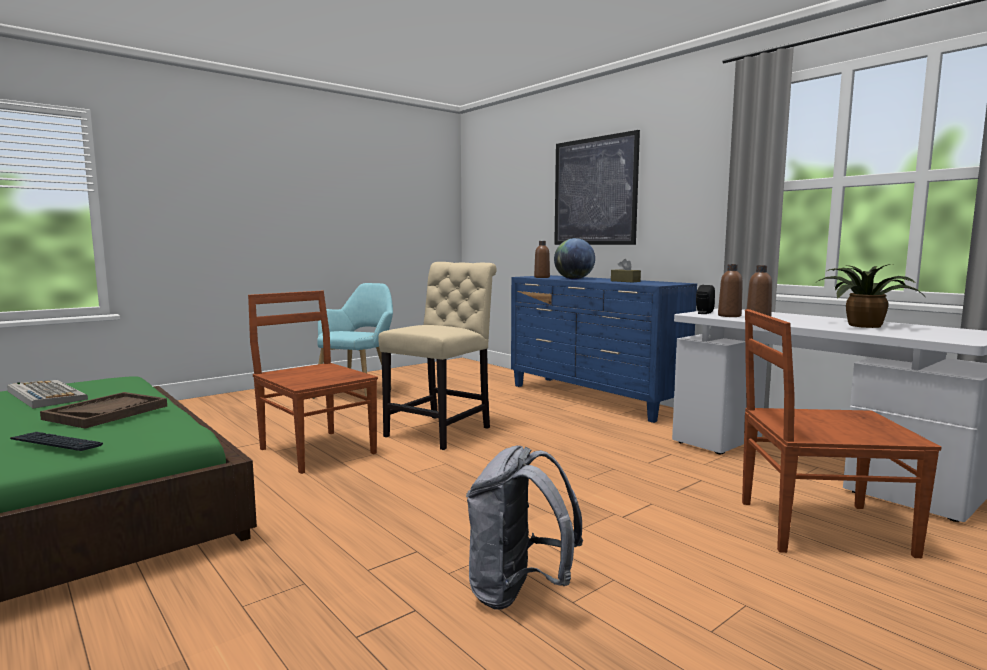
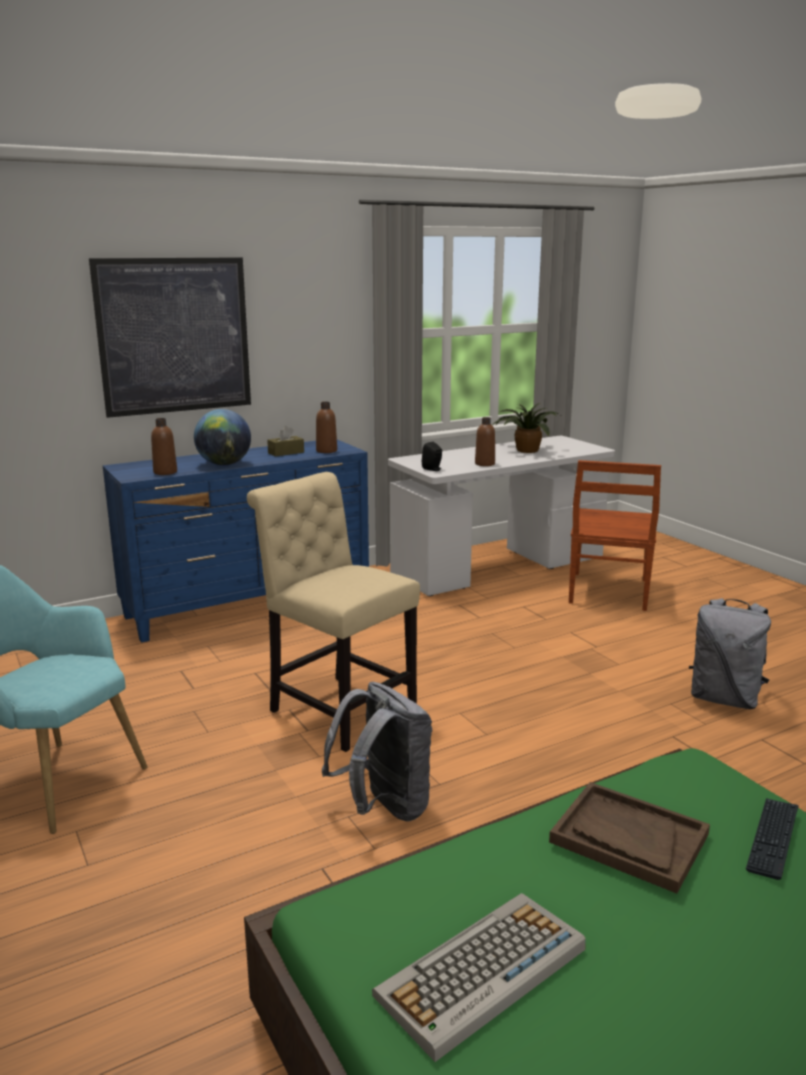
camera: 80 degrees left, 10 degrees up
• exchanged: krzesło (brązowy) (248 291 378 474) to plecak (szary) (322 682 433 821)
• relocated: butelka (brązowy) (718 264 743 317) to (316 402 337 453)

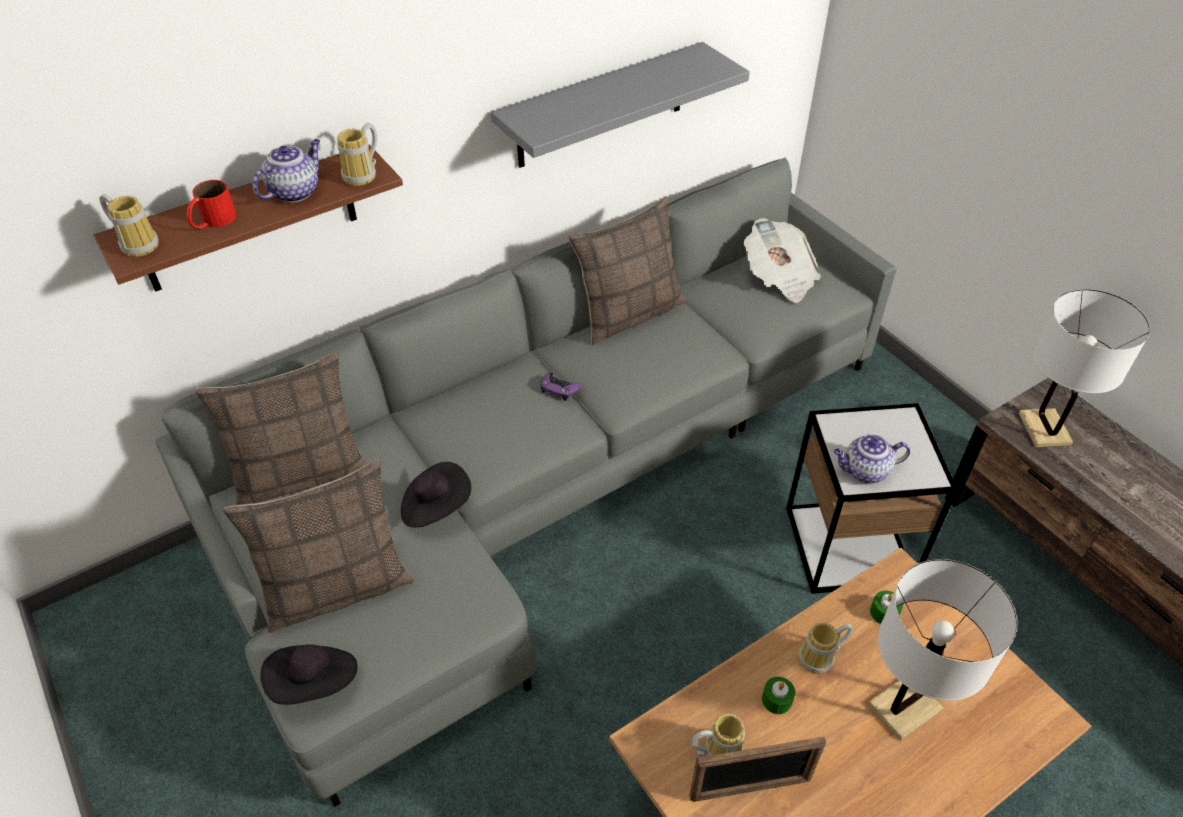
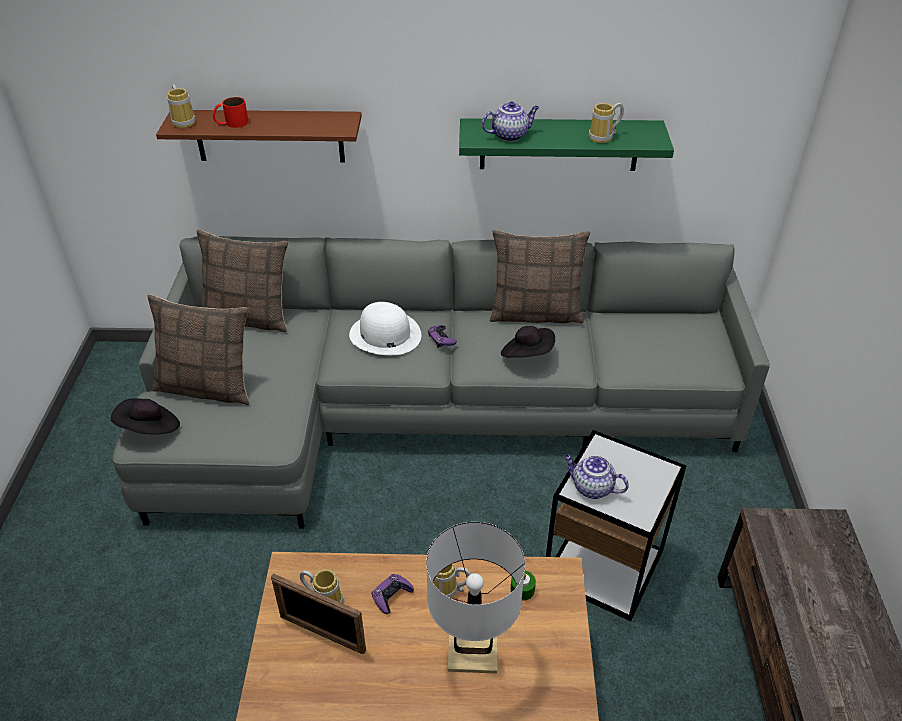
camera: 35 degrees right, 5 degrees down
• relocated: imbryk (253 139 320 202) to (482 101 539 142)
• relocated: kubek (337 123 377 186) to (589 103 624 143)
• relocated: kapelusz (czarny) (401 462 471 527) to (501 326 555 358)
• colour: półka (szary) (491 42 750 168) to półka (zielony) (459 118 674 171)
• missing: gazeta (744 218 821 303)
• exchanged: świeca (zielony) (762 677 795 714) to pad do gier (fioletowy) (372 574 414 614)
• missing: lampa stołowa (biały) (1019 289 1150 447)
• appeared: kapelusz (biały) (349 302 421 355)

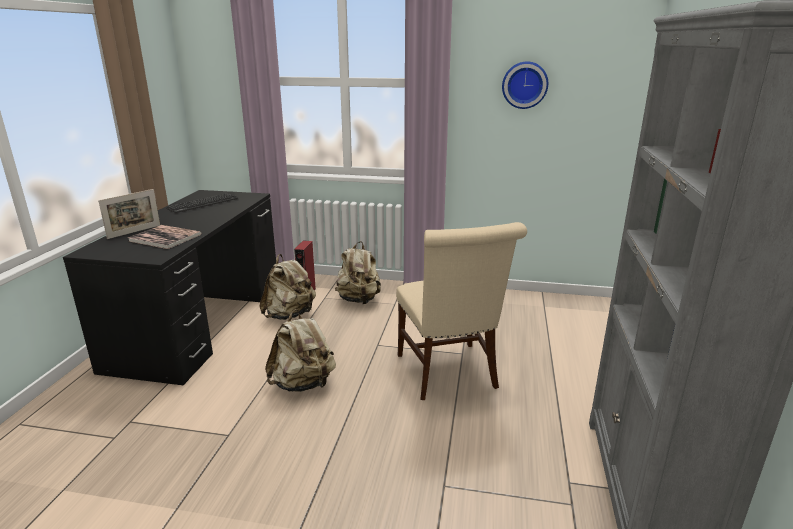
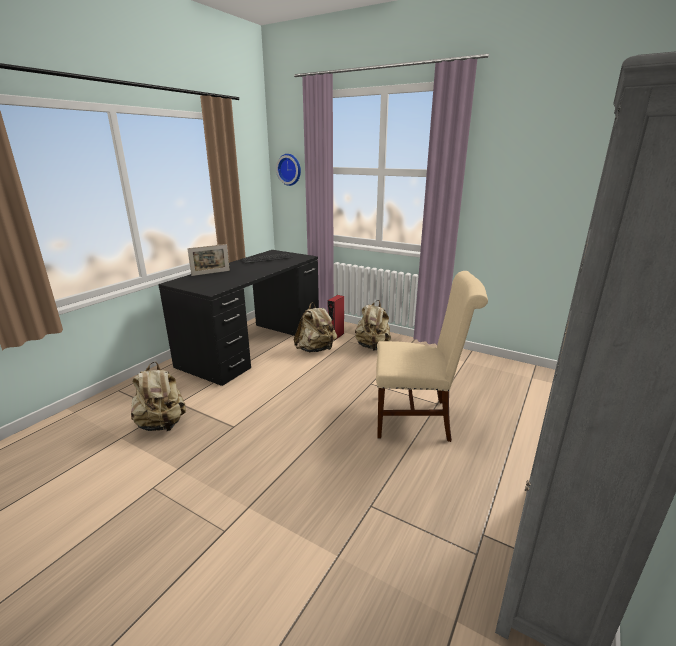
camera: 20 degrees right, 0 degrees up
• missing: książka (128 225 202 249)
• relocated: plecak (beżowy) (265 309 336 392) to (131 361 186 431)
• spun: krzesło (beżowy) (396 222 527 400) = (376 271 488 442) 90 degrees counterclockwise
• relocated: zegar ścienny (502 61 548 109) to (276 154 301 186)

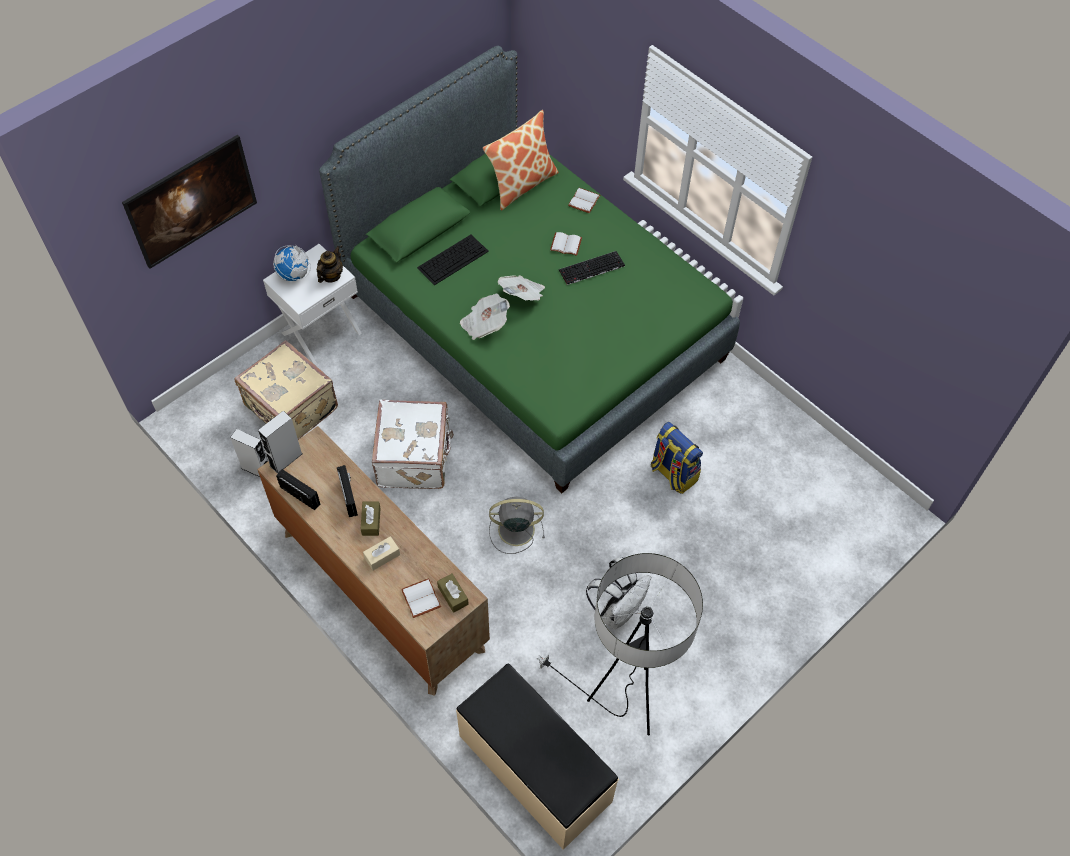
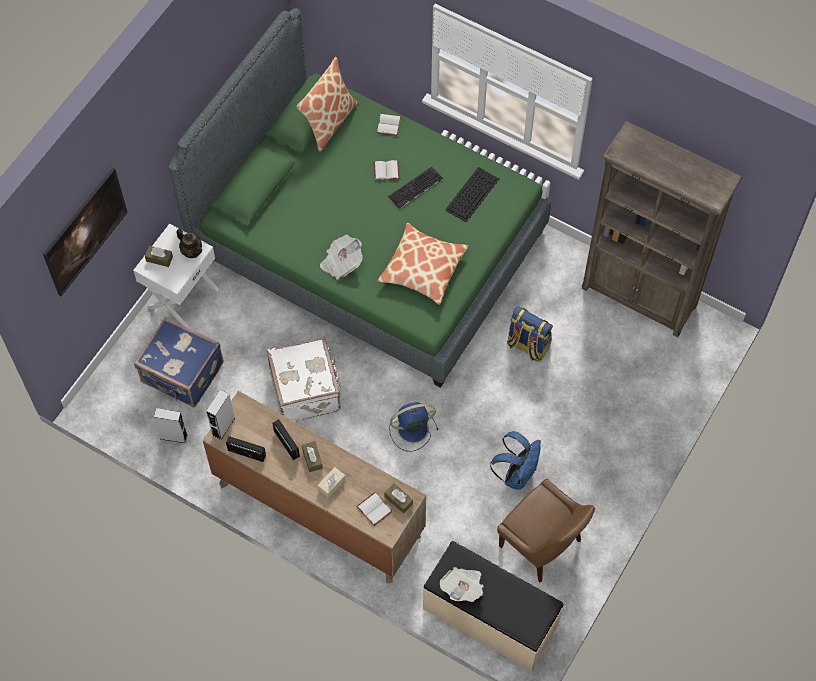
camera: 15 degrees left, 5 degrees up
• colour: walizka (beżowy) (235 340 338 440) to walizka (niebieski) (134 317 224 408)
• exchanged: globus (273 245 311 281) to pudełko chusteczek (brązowy) (145 246 173 267)
• spun: imbryk (317 246 343 283) = (177 229 202 258) 120 degrees clockwise
• relocated: klawiatura (417 235 489 285) to (445 167 499 222)
• colour: wentylator (szary) (489 496 545 554) to wentylator (niebieski) (389 402 439 452)
• relocated: gazeta (498 275 545 301) to (440 567 484 602)
• exchanged: lampa stojąca (537 553 703 736) to krzesło (brązowy) (497 479 595 582)
• colour: plecak (biały) (586 557 652 629) to plecak (niebieski) (490 431 541 490)
• appeared: poduszka (377 223 469 305)
• appeared: regał (brązowy) (582 121 742 337)

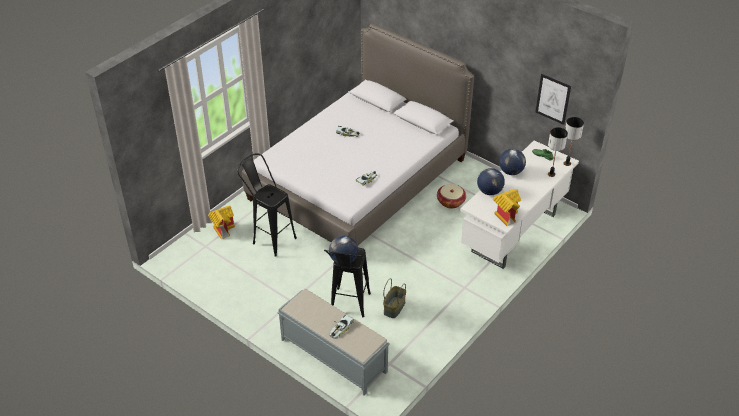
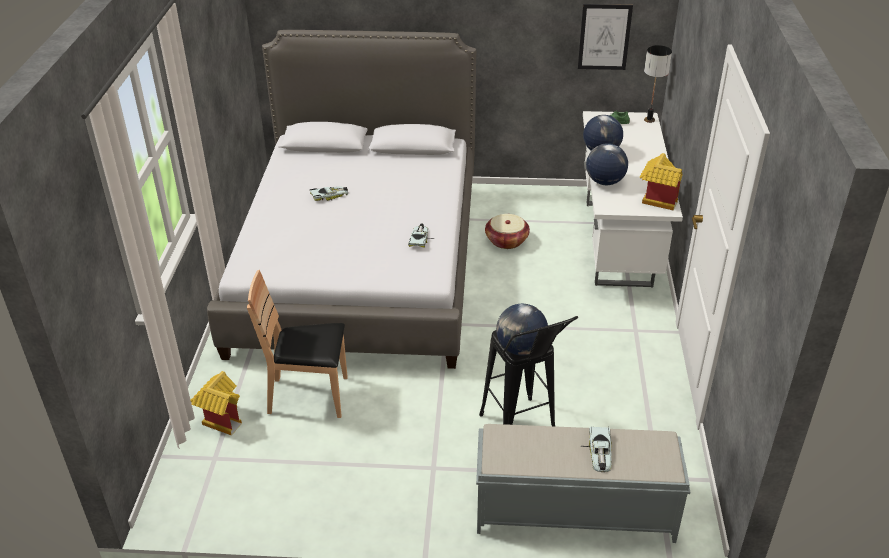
camera: 35 degrees left, 5 degrees down
• exchanged: stołek (czarny) (237 153 297 257) to krzesło (brązowy) (247 270 348 418)
• missing: koszyk (383 278 406 318)
• missing: lampa stołowa (548 127 568 177)

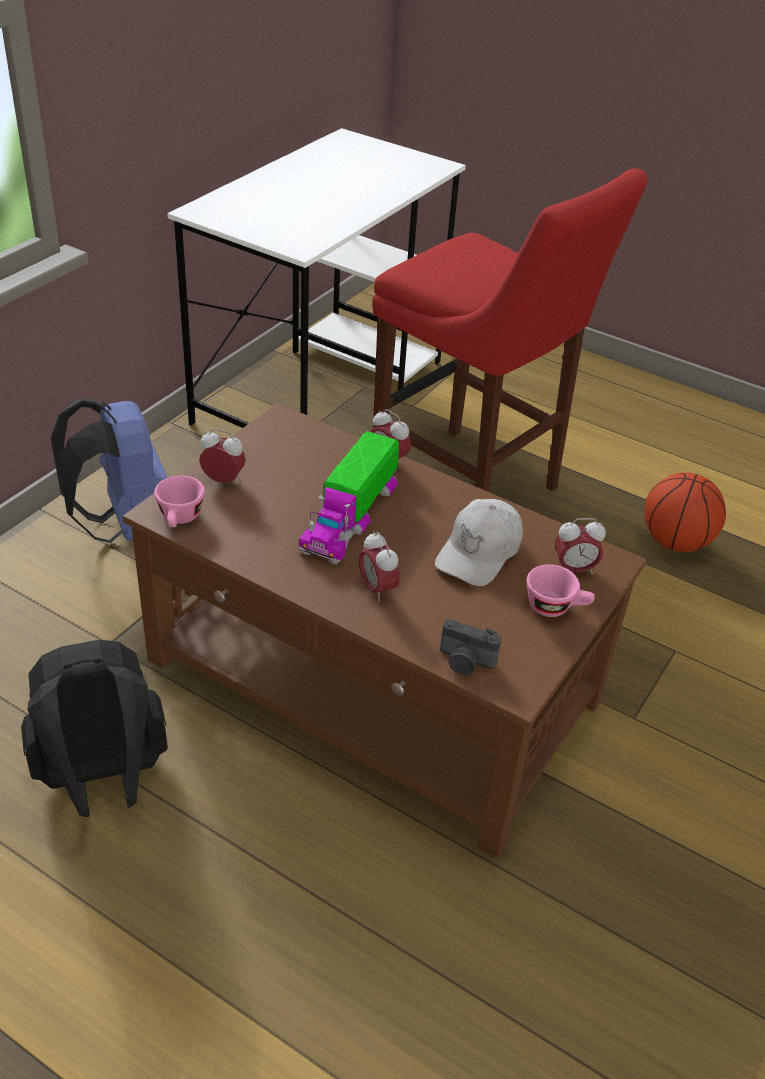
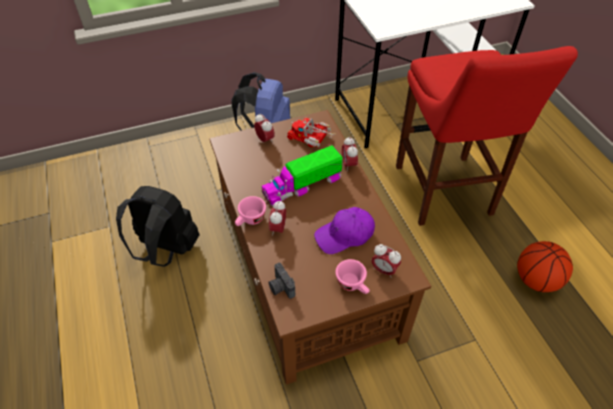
camera: 40 degrees right, 10 degrees up
• relocated: filiżanka (różowy) (154 476 205 527) to (235 196 266 226)
• colour: czapka z daszkiem (biały) (435 499 523 586) to czapka z daszkiem (fioletowy) (314 207 375 254)
• appeared: ciężarówka zabawkowa (287 118 335 147)

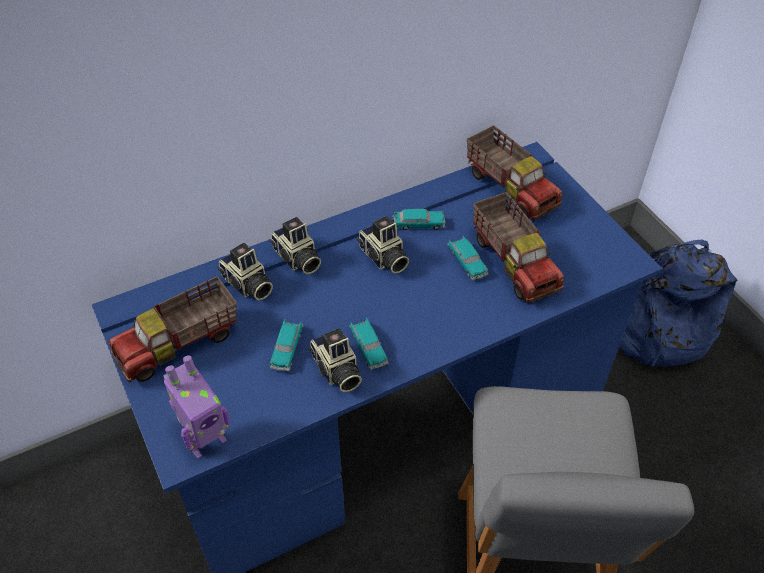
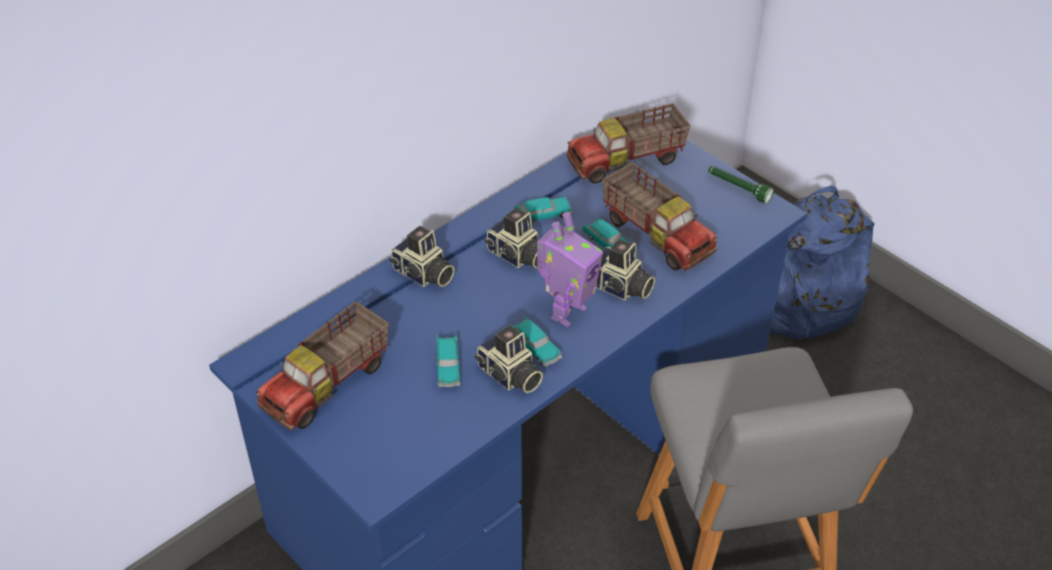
camera: 15 degrees left, 5 degrees down
• relocated: robot zabawkowy (163 356 230 459) to (537 212 603 327)
• relocated: aparat fotograficzny (218 243 273 300) to (596 239 655 300)
• spun: ciężarówka zabawkowa (467 125 563 220) = (567 103 691 184) 120 degrees clockwise
• appeared: latarka (zielony) (708 166 774 204)

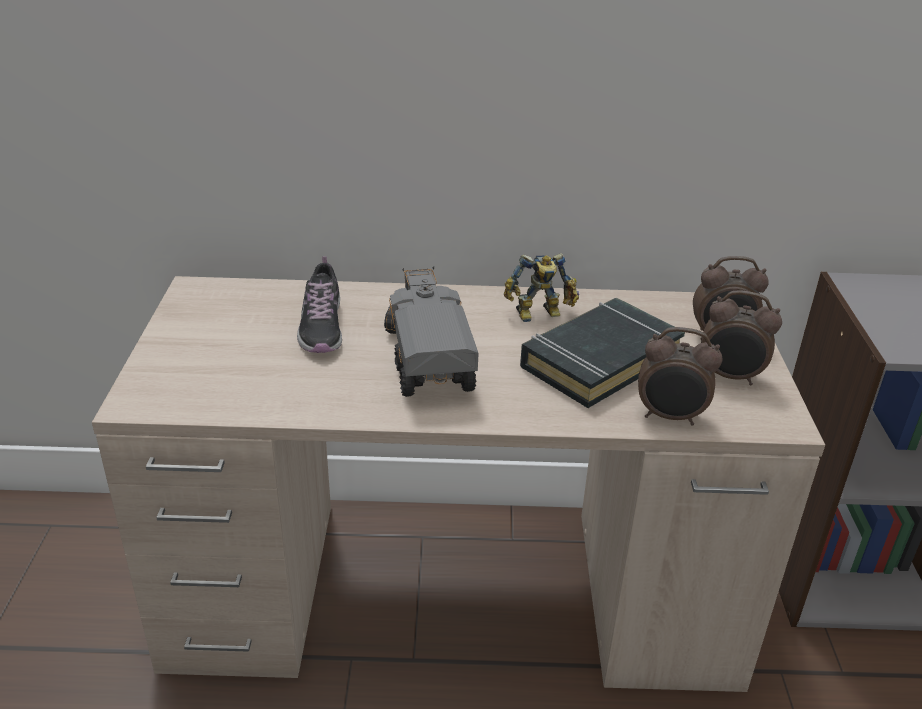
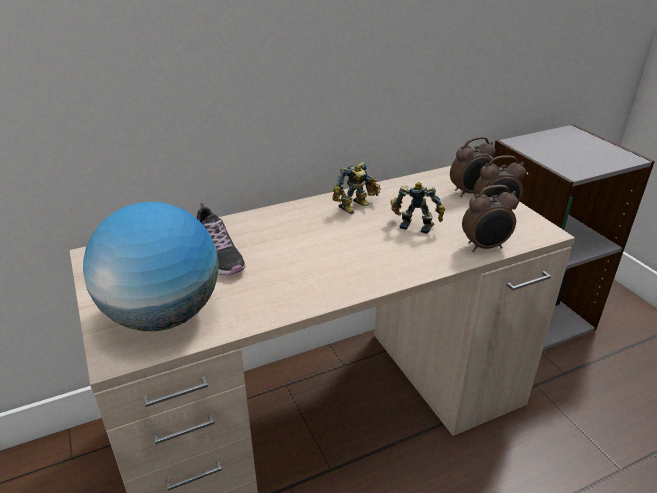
camera: 25 degrees left, 0 degrees up
• missing: ciężarówka zabawkowa (384 267 479 397)
• exchanged: książka (czarny) (520 298 685 408) to robot zabawkowy (390 182 445 234)
• appeared: globus (83 202 219 331)

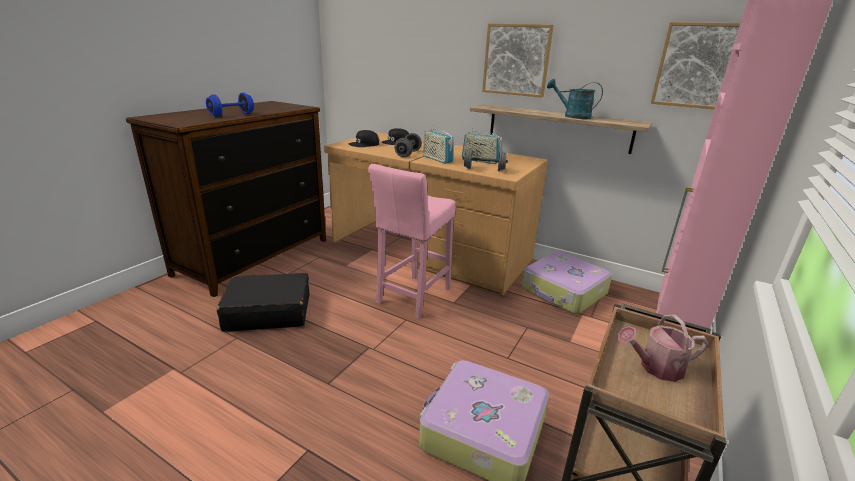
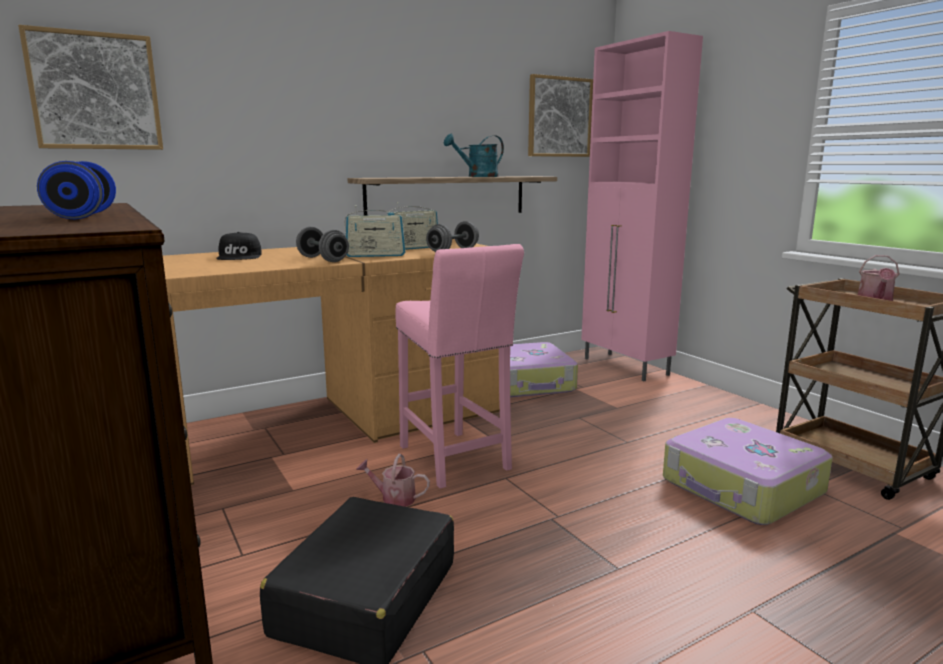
camera: 60 degrees left, 10 degrees down
• missing: czapka z daszkiem (czarny) (349 130 379 147)
• relocated: obraz (482 23 554 97) to (18 25 163 150)
• appeared: konewka (356 454 430 507)

